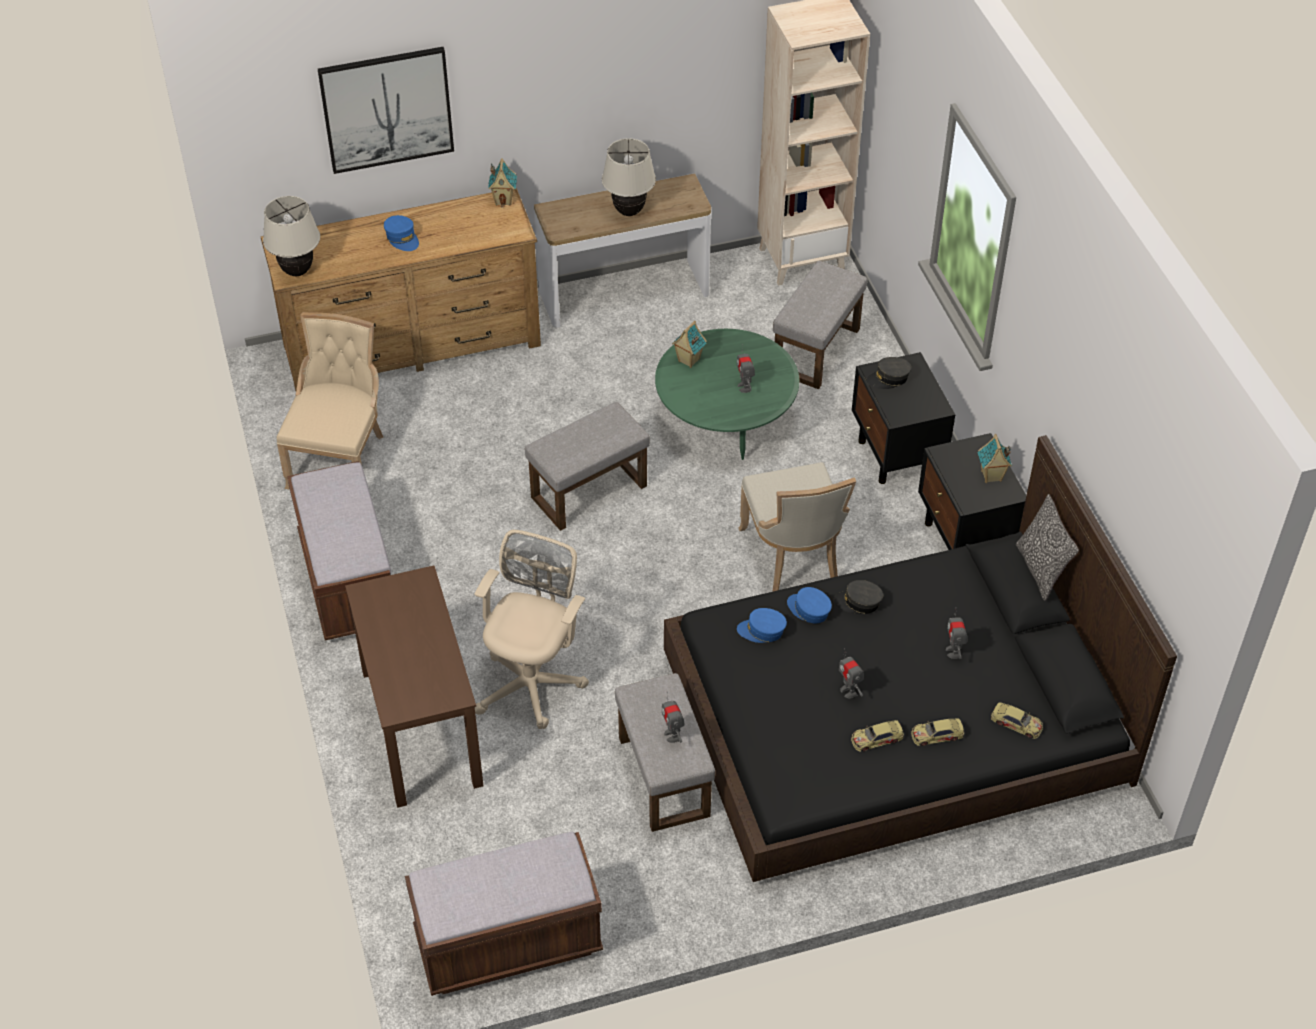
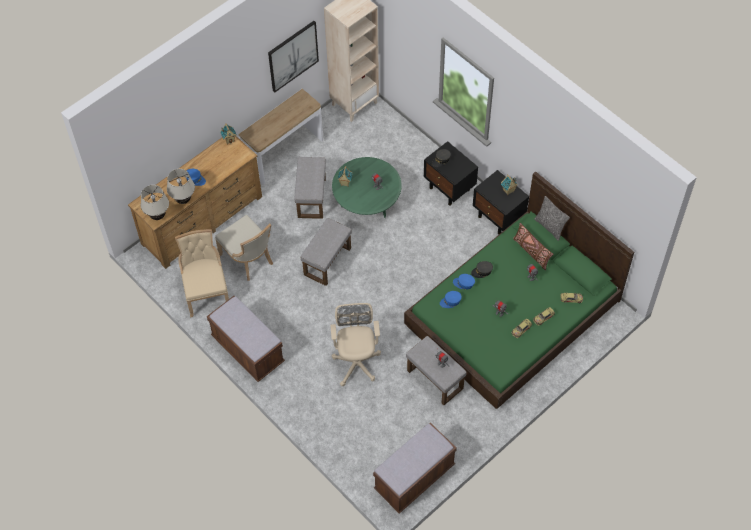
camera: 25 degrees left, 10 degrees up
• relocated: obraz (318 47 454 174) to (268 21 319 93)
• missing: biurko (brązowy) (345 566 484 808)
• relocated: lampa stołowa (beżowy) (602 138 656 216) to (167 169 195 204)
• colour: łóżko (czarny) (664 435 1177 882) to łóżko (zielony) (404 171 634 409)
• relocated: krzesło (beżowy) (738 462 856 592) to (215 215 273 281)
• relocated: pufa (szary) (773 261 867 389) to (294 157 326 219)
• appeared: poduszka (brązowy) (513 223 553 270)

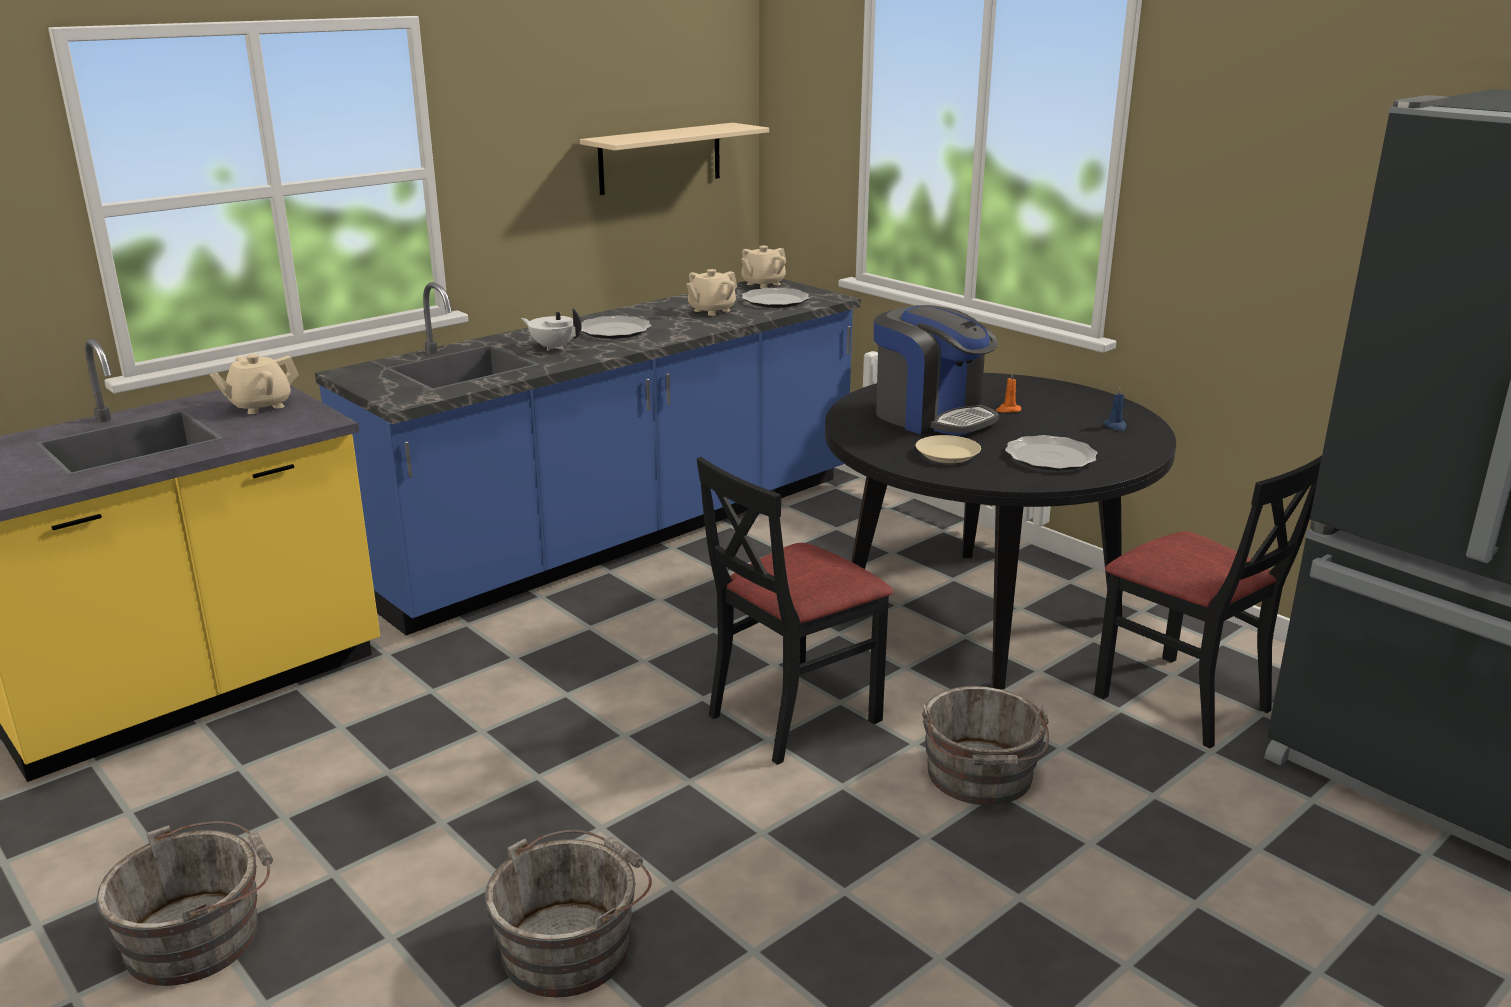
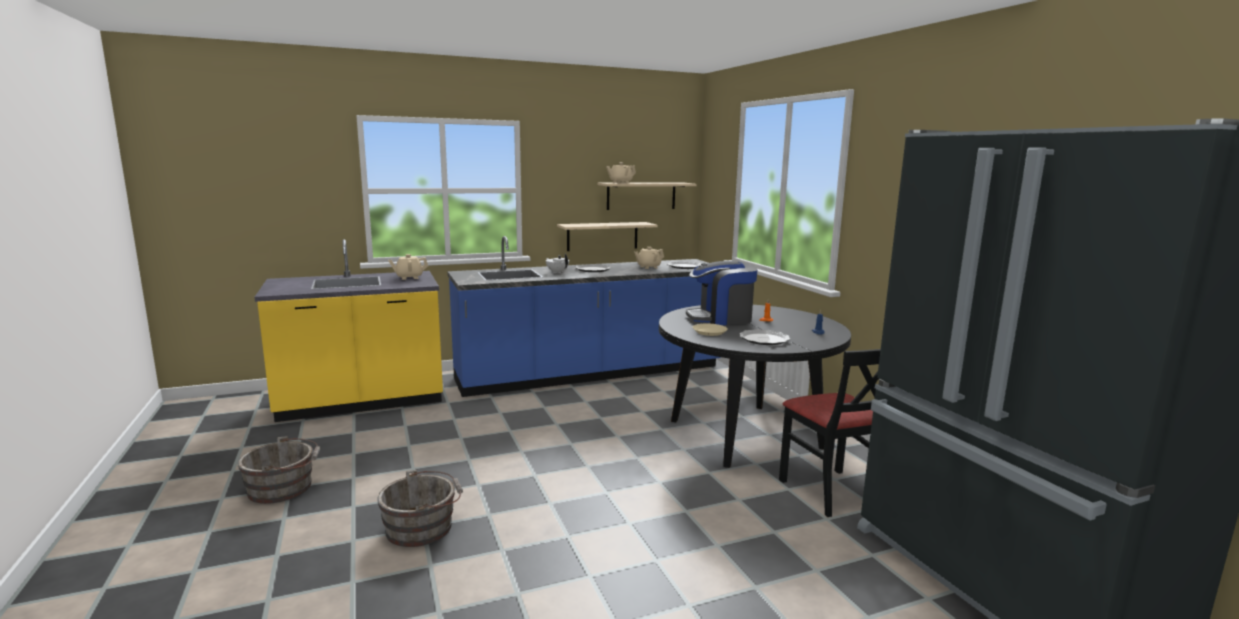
camera: 20 degrees right, 10 degrees down
• missing: krzesło (czarny) (697 457 893 765)
• relocated: imbryk (beżowy) (741 246 786 288) to (606 162 636 183)
• spun: ekspres do kawy (874 305 999 436) = (686 261 758 325) 105 degrees clockwise
• missing: wiadro (szary) (922 686 1049 805)
• appeared: półka (beżowy) (557 222 658 251)

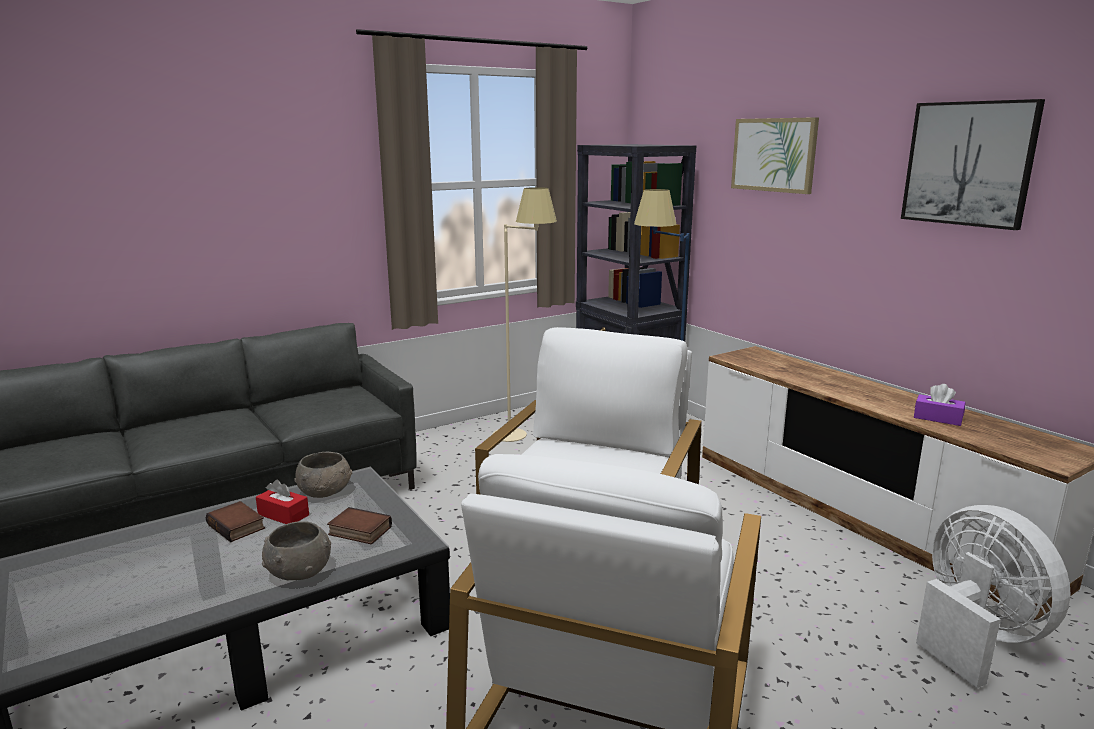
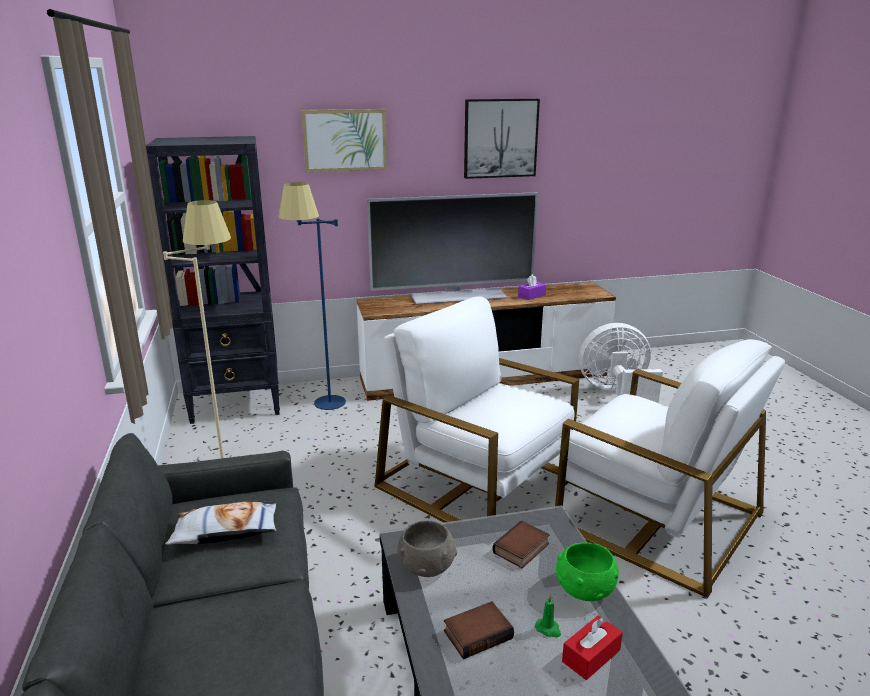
camera: 70 degrees left, 5 degrees up
• relocated: pudełko chusteczek (czerwony) (256 479 309 524) to (562 615 623 680)
• colour: miska (szary) (262 521 331 580) to miska (zielony) (556 543 619 601)
• appeared: poduszka (165 501 277 545)
• appeared: telewizor (367 192 538 304)
• appeared: świeca (zielony) (535 594 561 637)

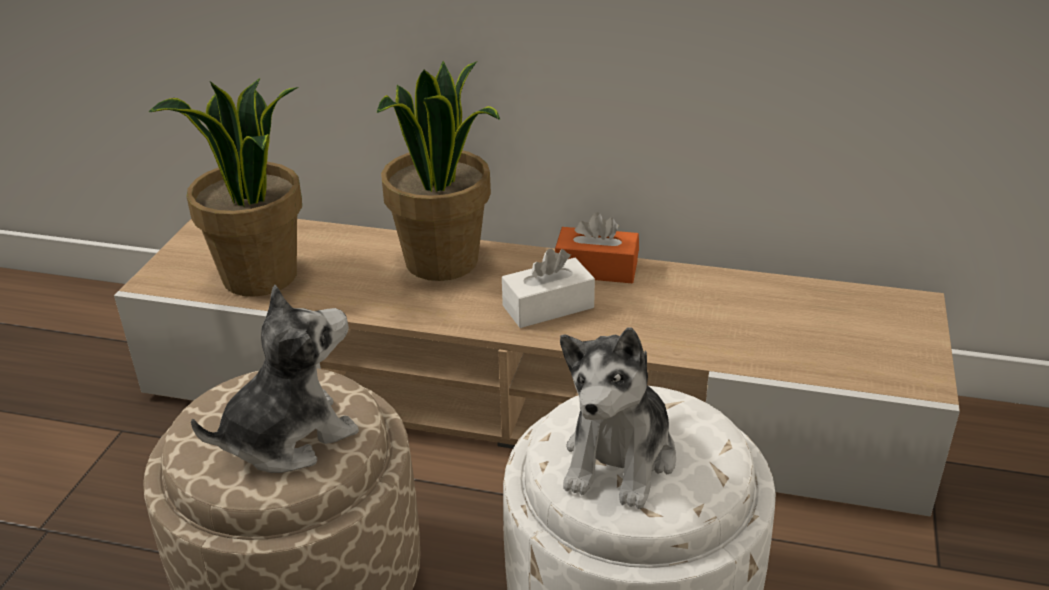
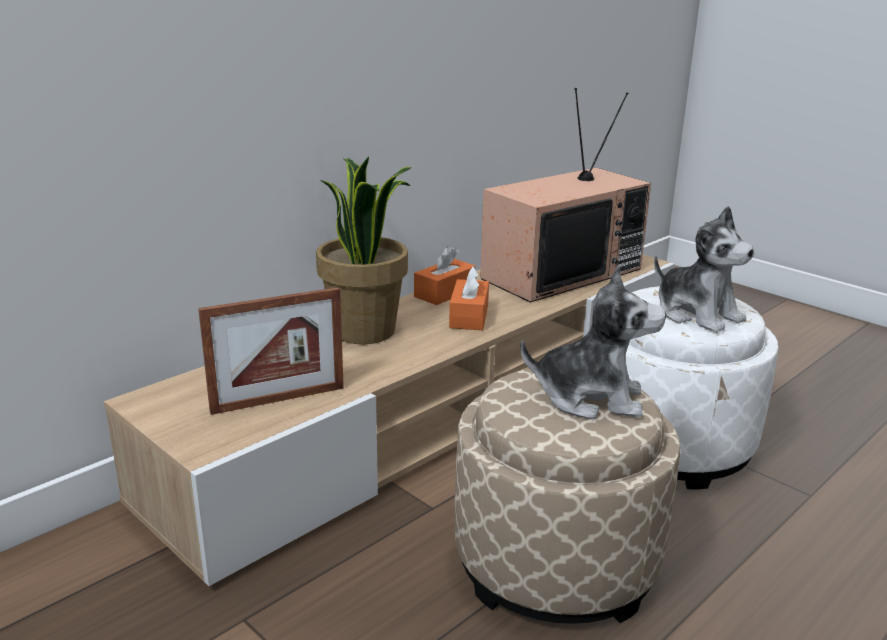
camera: 60 degrees left, 10 degrees down
• exchanged: roślina doniczkowa (148 78 302 297) to ramka na zdjęcie (198 287 344 415)
• spun: pluszak (191 285 359 473) = (520 265 666 420) 105 degrees clockwise
• colour: pudełko chusteczek (biały) (502 248 595 328) to pudełko chusteczek (pomarańczowy) (449 266 489 330)
• appeared: telewizor (480 88 651 303)

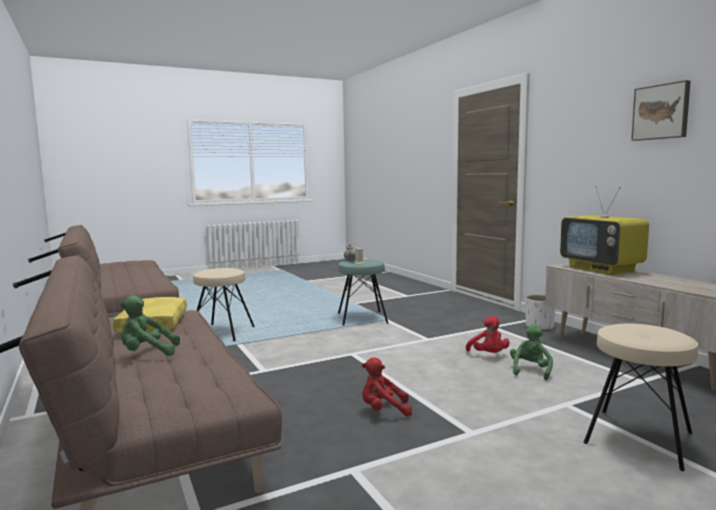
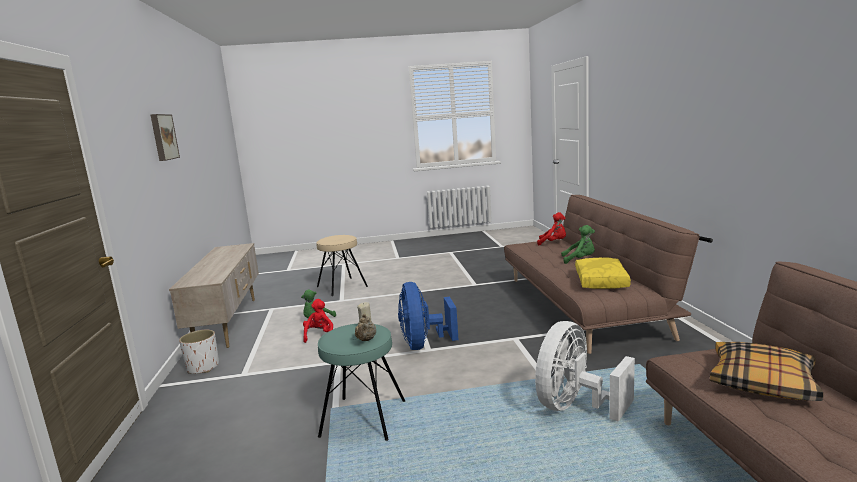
camera: 160 degrees left, 5 degrees up
• exchanged: stołek (beżowy) (193 268 255 341) to wentylator (biały) (535 321 635 422)
• relocated: pluszak (czerwony) (362 357 412 417) to (537 212 566 245)
• missing: telewizor (560 186 649 275)
• appeared: wentylator (niebieski) (398 282 459 350)
• appeared: poduszka (710 342 824 401)

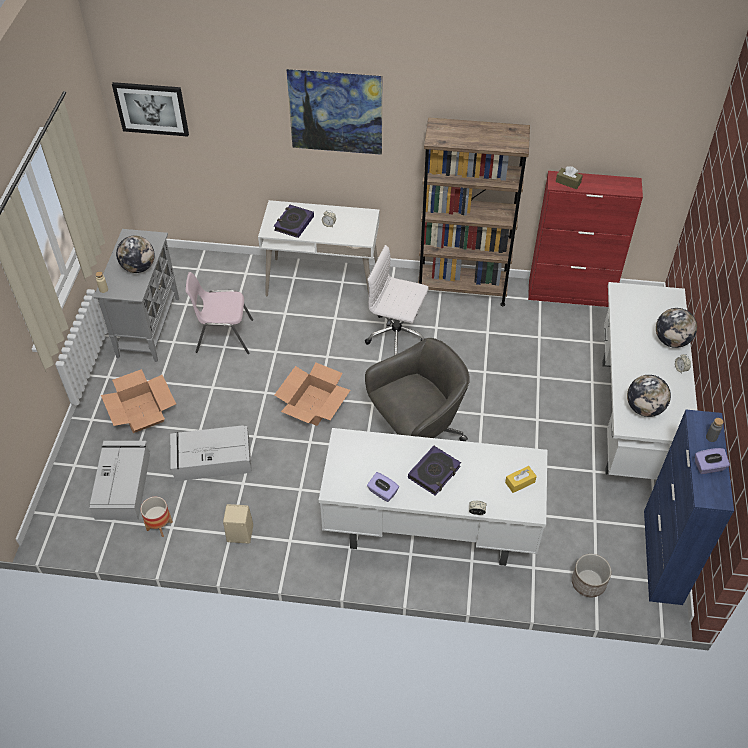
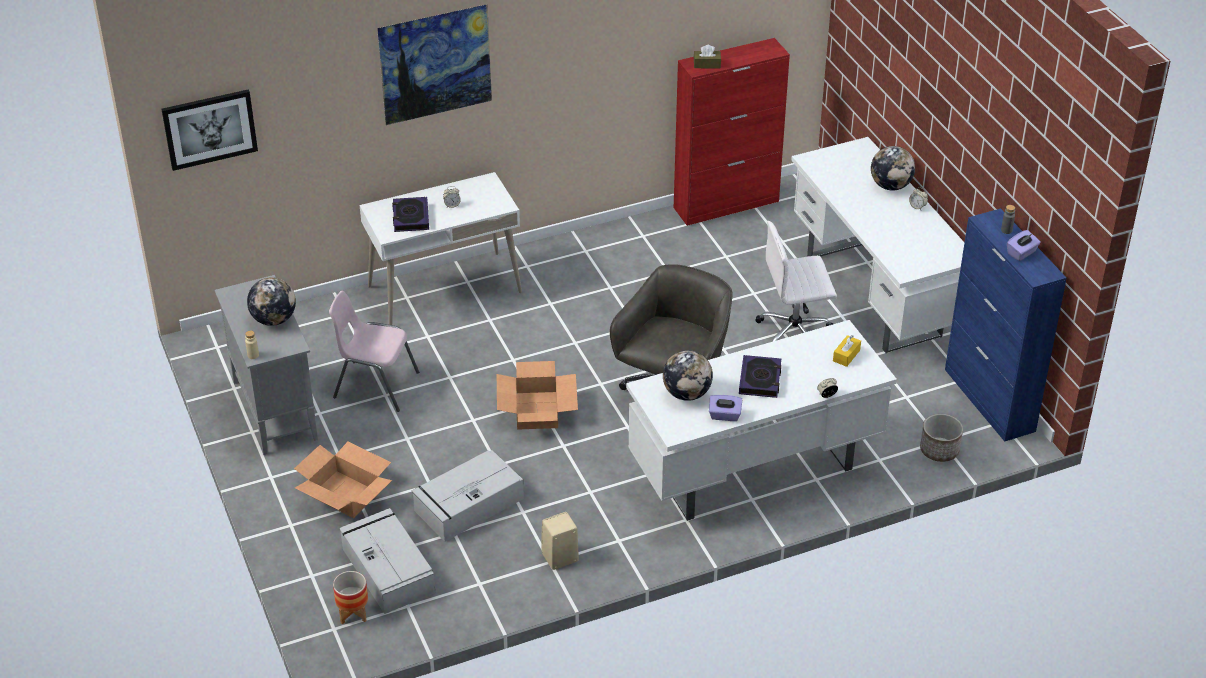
camera: 30 degrees left, 10 degrees down
• relocated: donica (141 497 173 537) to (333 571 368 624)
• spun: krzesło (różowy) (186 272 253 354) = (329 291 419 412) 45 degrees clockwise
• relocated: krzesło biurowe (biały) (365 245 429 355) to (755 221 837 342)
• missing: regał (brązowy) (418 117 530 306)
• relocated: globus (627 375 671 417) to (663 350 713 401)

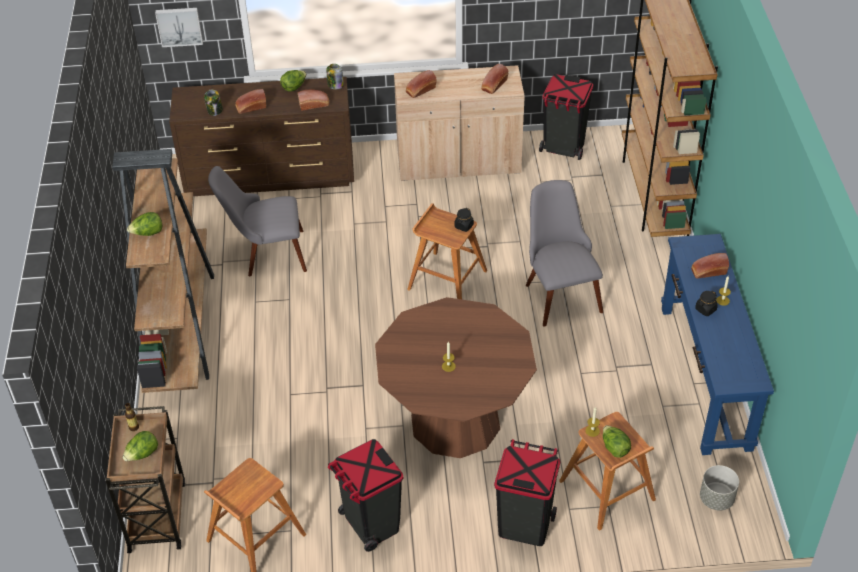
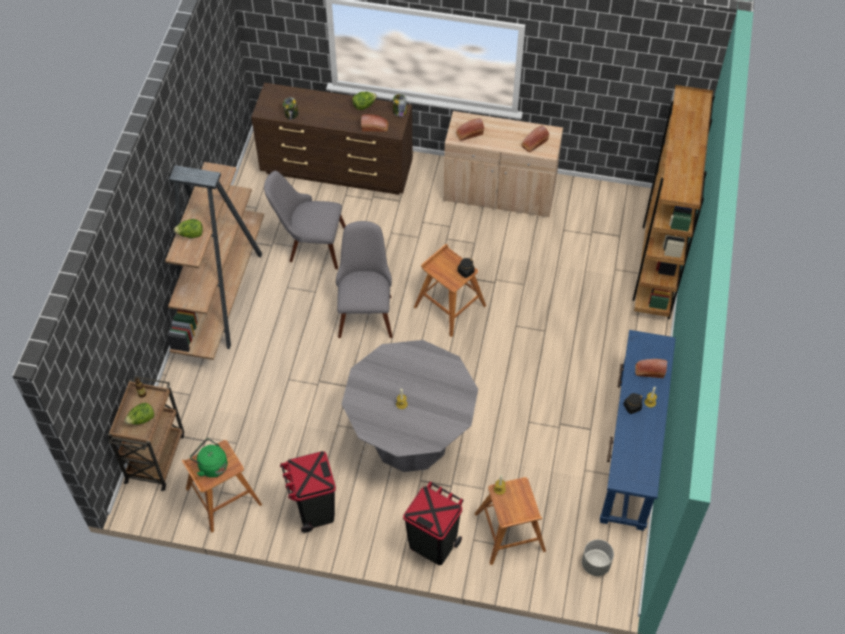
camera: 15 degrees right, 10 degrees up
• missing: obraz (155 8 203 47)
• missing: chleb (235 89 266 114)
• colour: stół jadalny (brązowy) (375 297 537 458) to stół jadalny (szary) (342 340 478 472)
• relocated: krzesło (szary) (526 180 603 327) to (336 221 393 338)
• missing: kosz na śmieci (czarny) (539 74 593 160)
• missing: sałata (603 425 631 458)
• appeared: czajnik (zielony) (190 438 227 478)

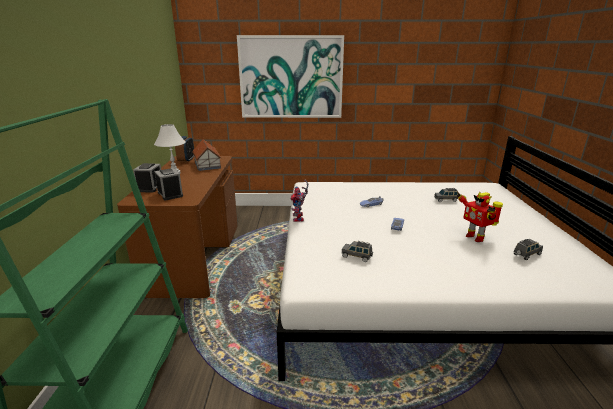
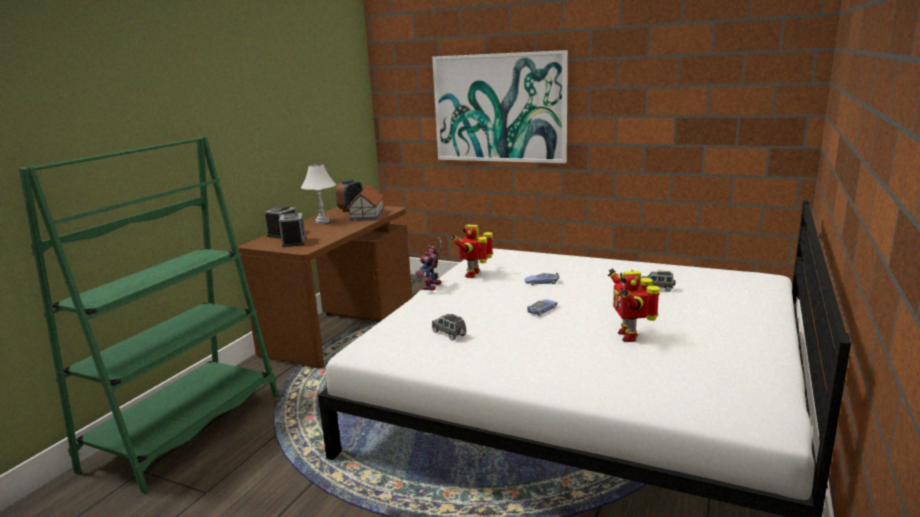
camera: 25 degrees right, 5 degrees down
• missing: samochodzik (szary) (514 239 543 260)
• appeared: robot zabawkowy (452 224 493 278)

